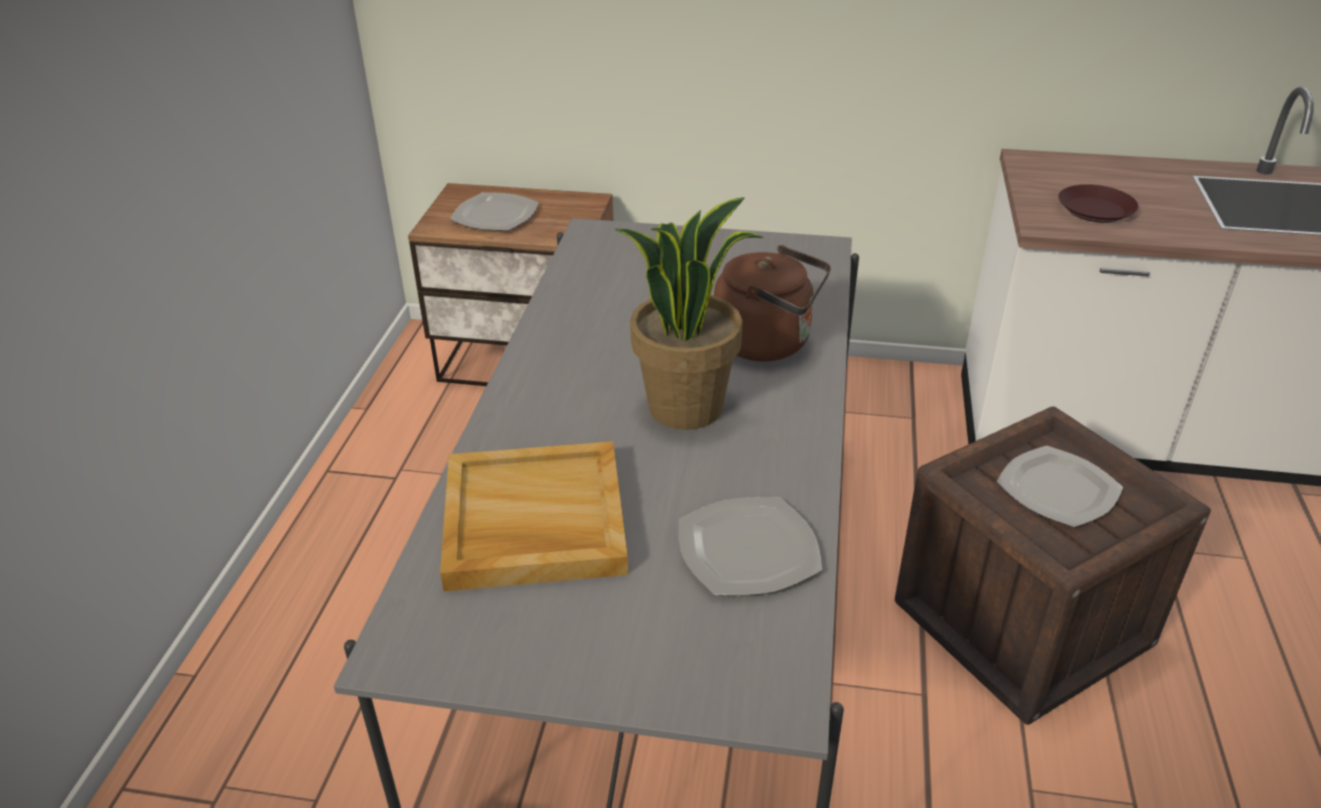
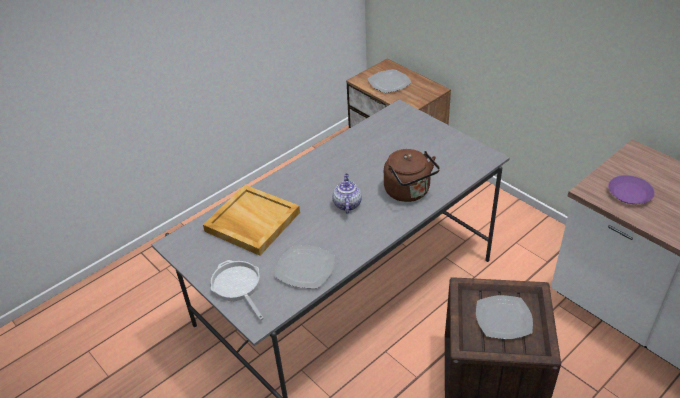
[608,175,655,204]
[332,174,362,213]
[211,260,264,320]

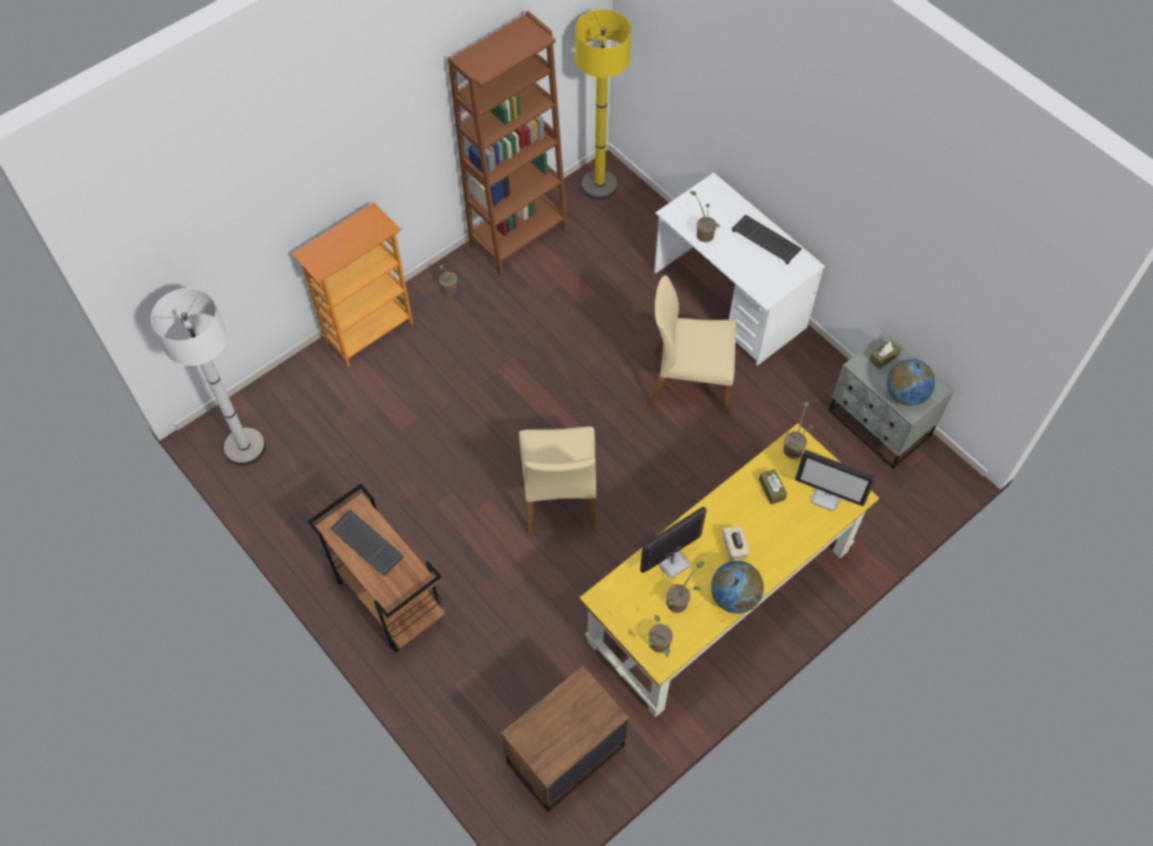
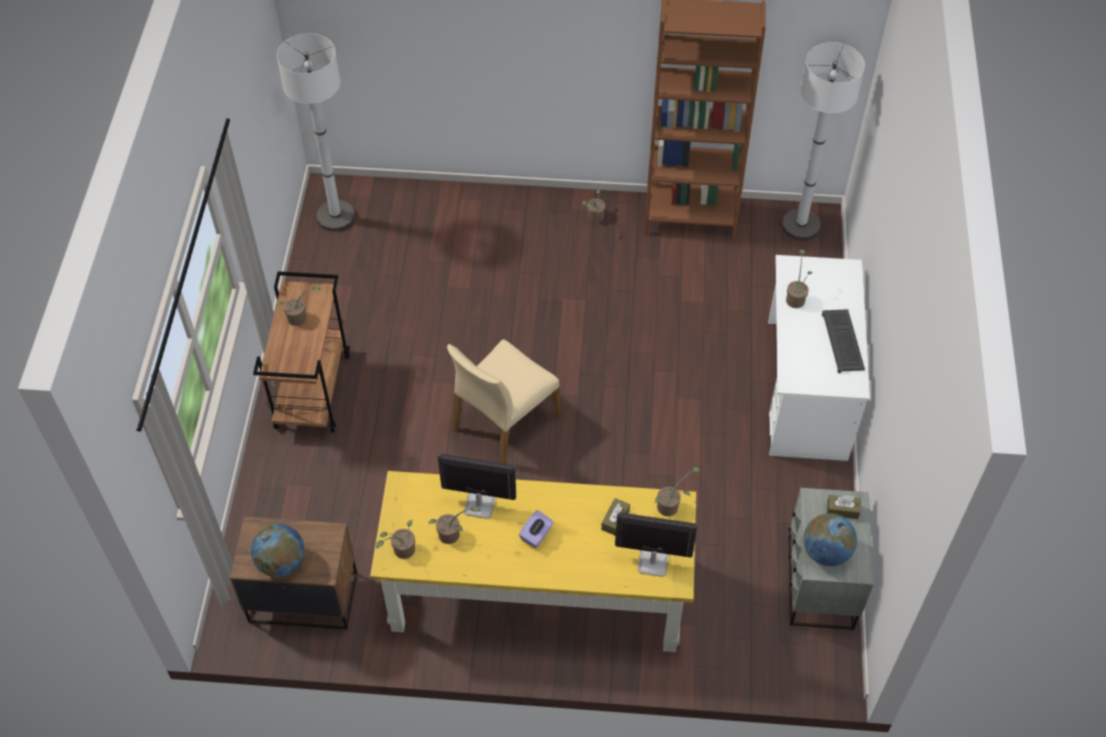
[782,42,865,241]
[292,202,413,368] (first image)
[650,275,736,414] (first image)
[615,512,697,577]
[276,286,321,326]
[519,510,554,548]
[251,524,305,577]

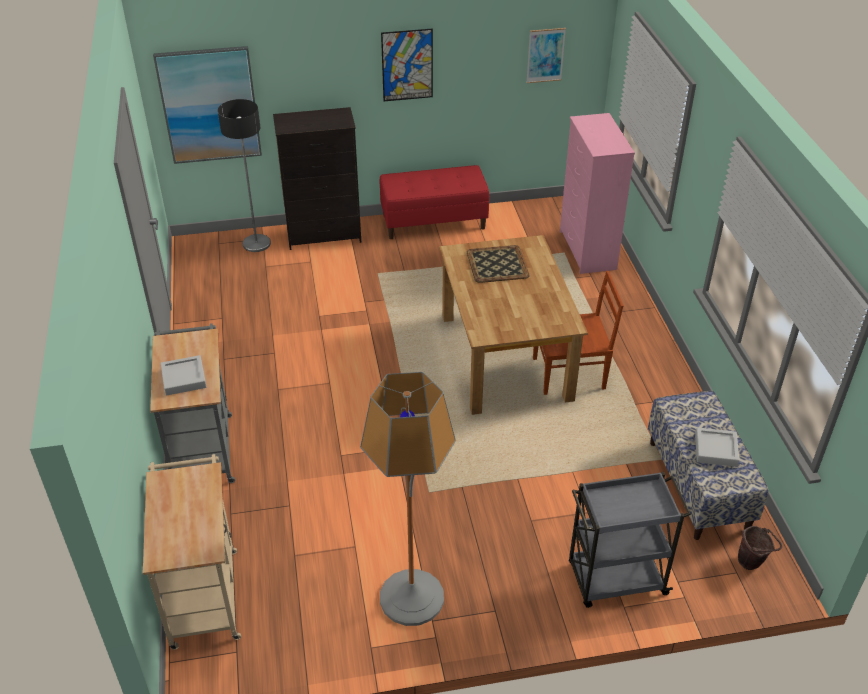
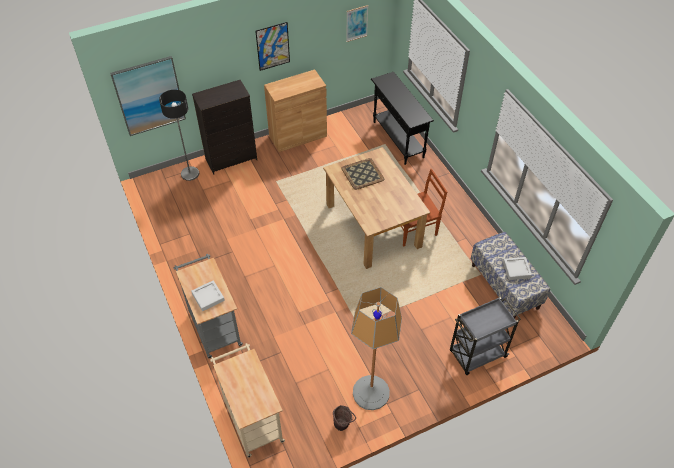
[371,72,434,165]
[264,69,327,152]
[333,405,356,431]

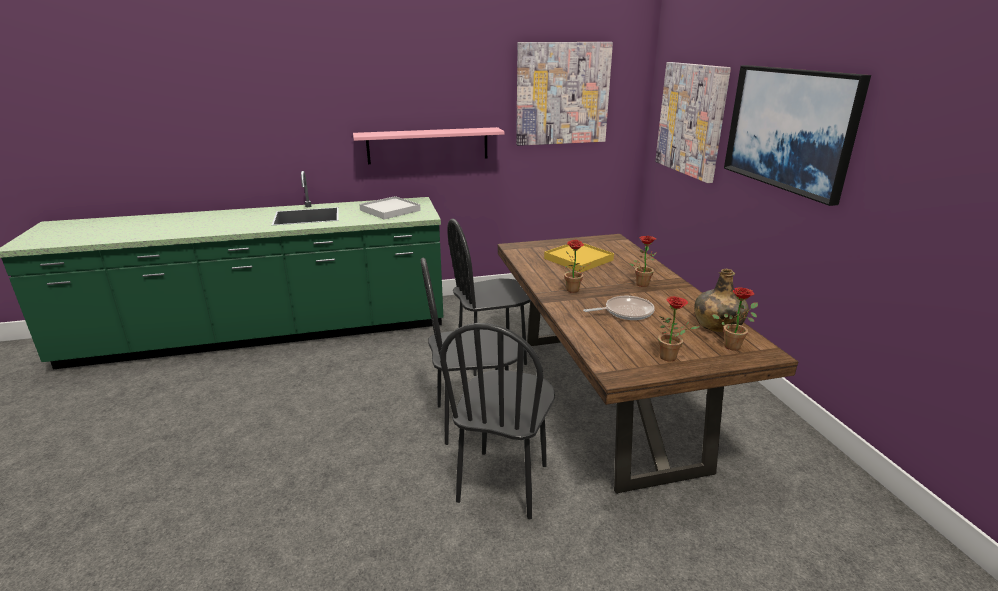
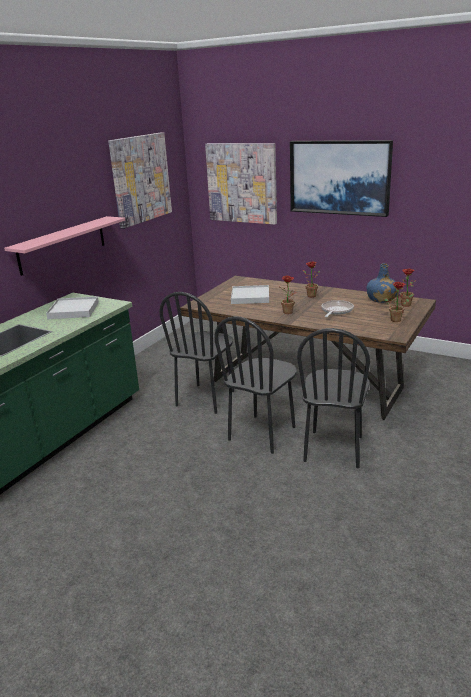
[231,285,269,304]
[367,263,397,303]
[297,328,370,468]

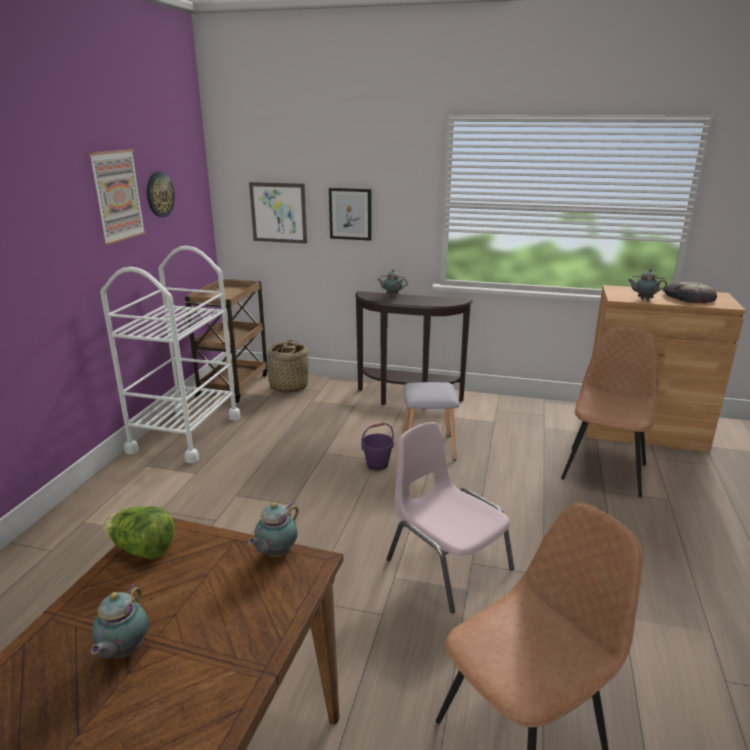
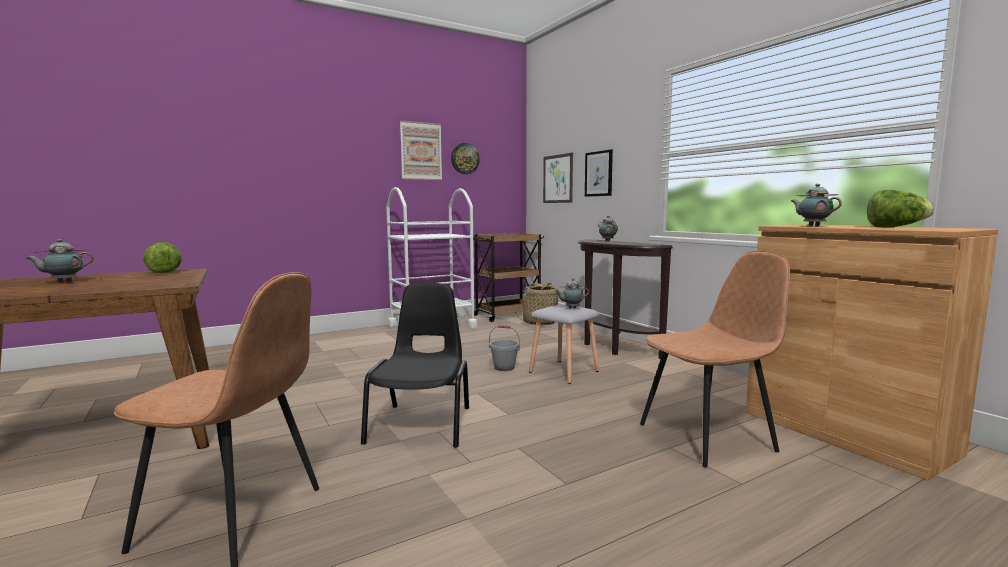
[867,190,934,228]
[361,283,469,448]
[489,325,520,371]
[555,278,589,309]

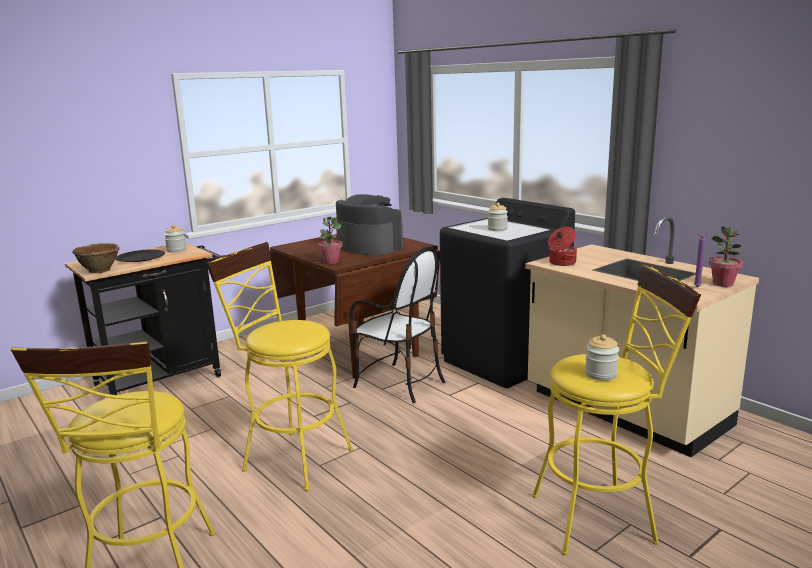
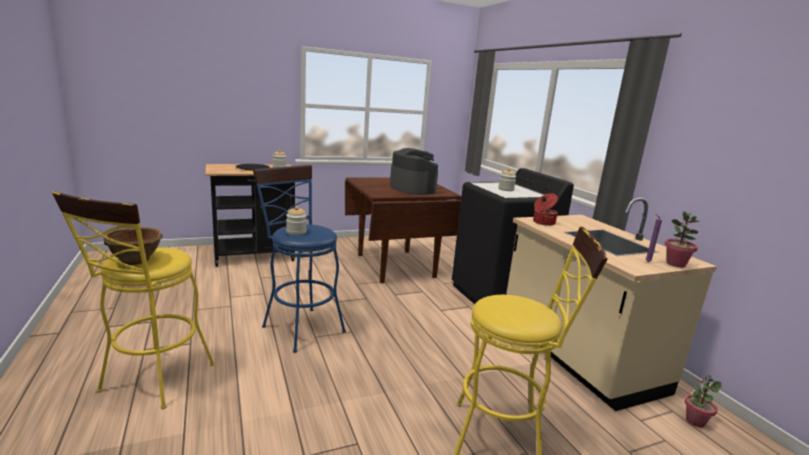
[685,375,722,428]
[253,165,346,353]
[103,227,163,265]
[349,247,445,403] (first image)
[286,206,307,235]

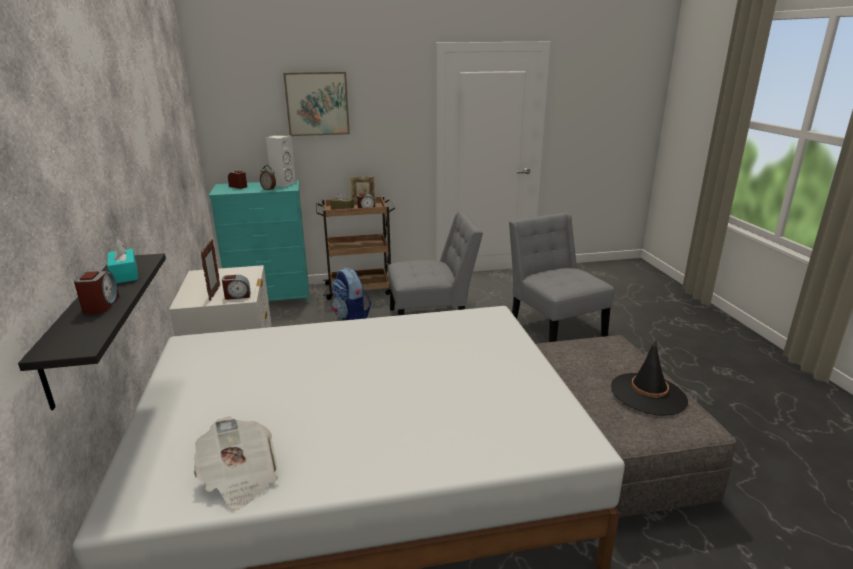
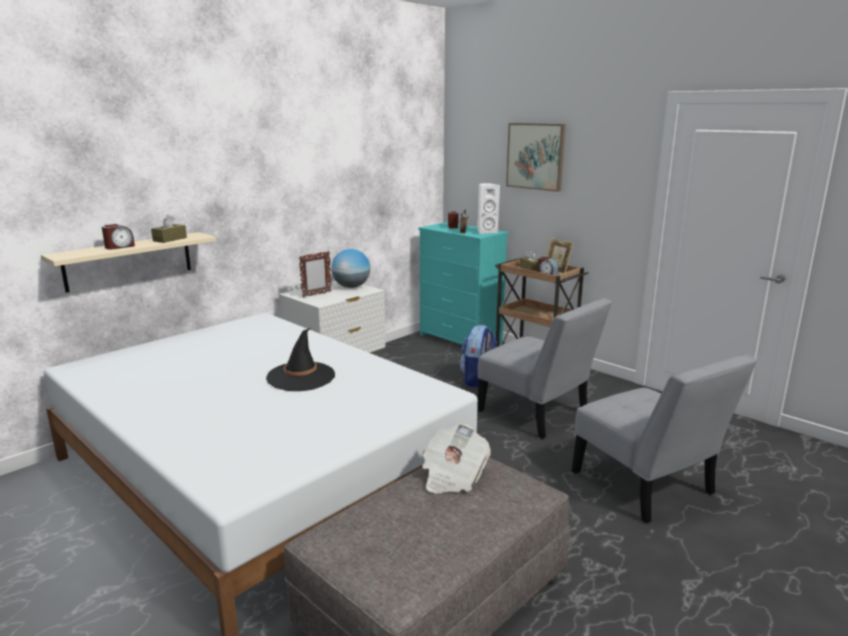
[572,354,757,523]
[151,215,187,243]
[41,232,216,293]
[222,275,251,300] (first image)
[266,328,335,391]
[422,424,491,493]
[331,249,370,288]

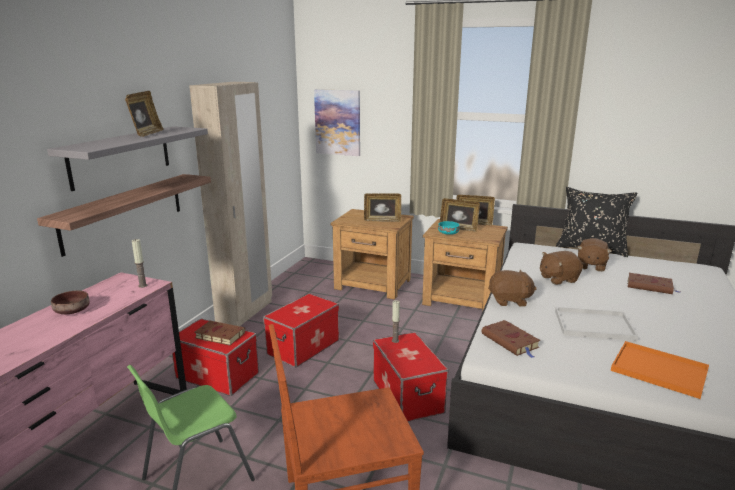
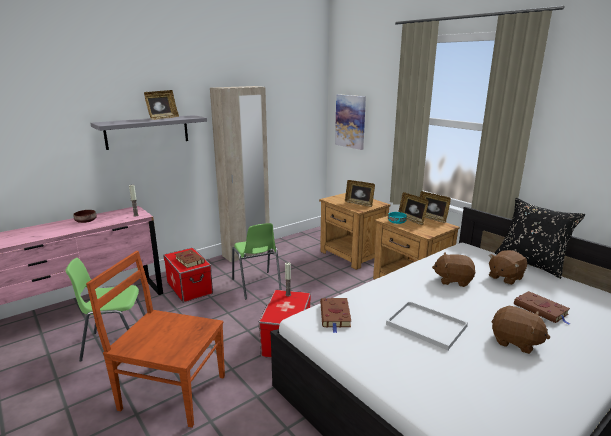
[37,174,211,257] (first image)
[491,306,550,354]
[232,223,282,300]
[611,341,709,399] (first image)

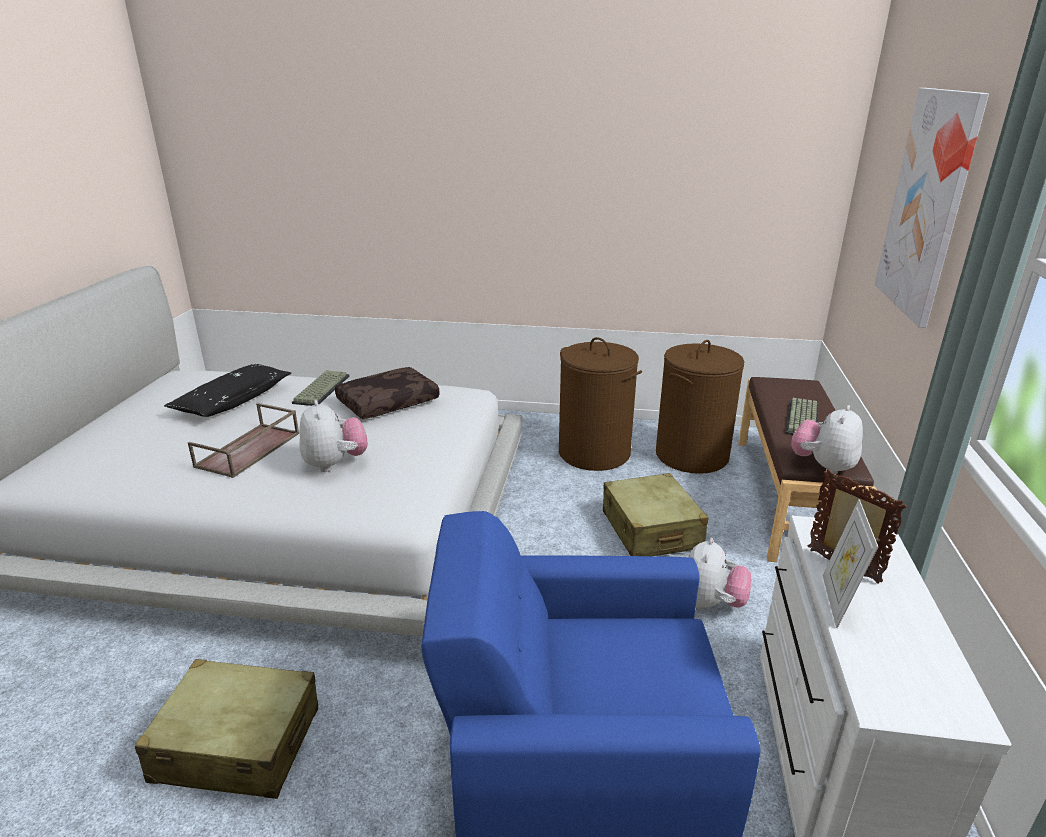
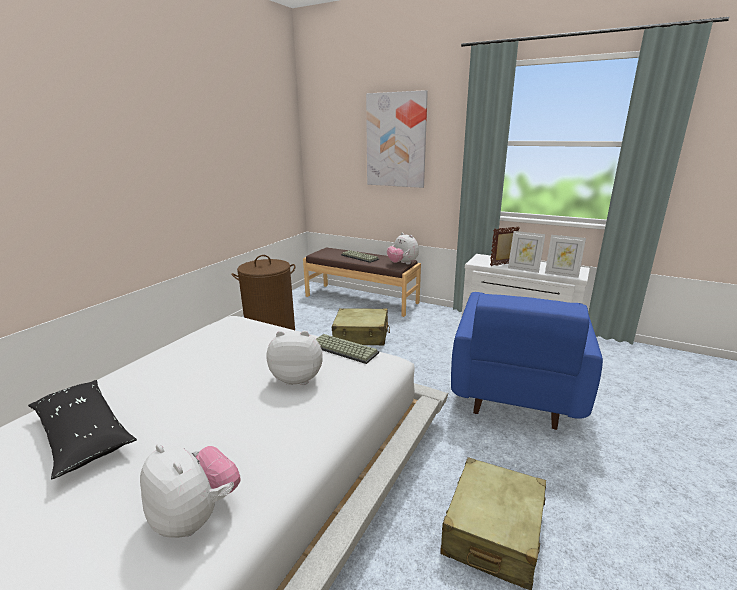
[656,340,744,474] (first image)
[335,367,440,419] (first image)
[316,334,379,364]
[188,403,299,478] (first image)
[140,444,240,538]
[545,235,586,278]

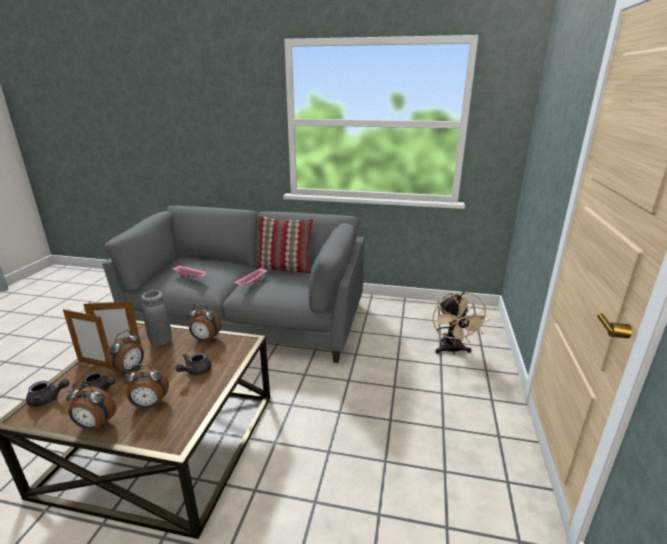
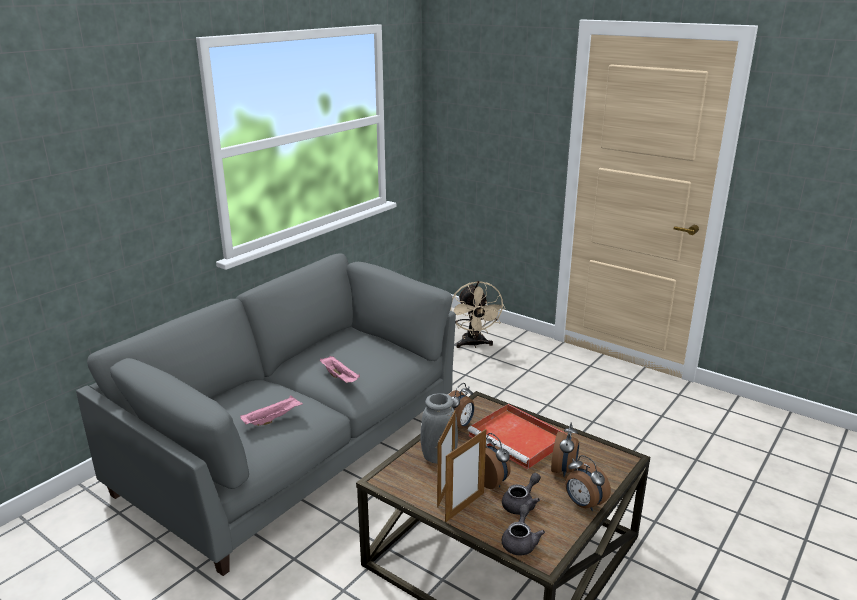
[256,216,313,274] (first image)
[450,281,506,348]
[467,404,567,470]
[565,455,611,511]

